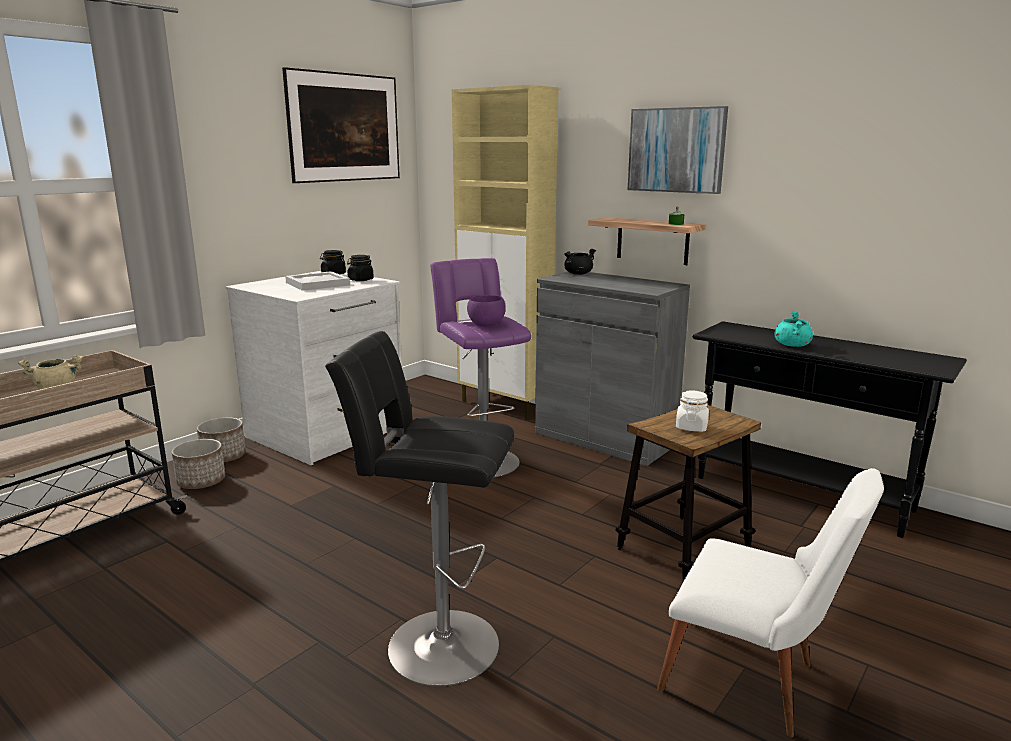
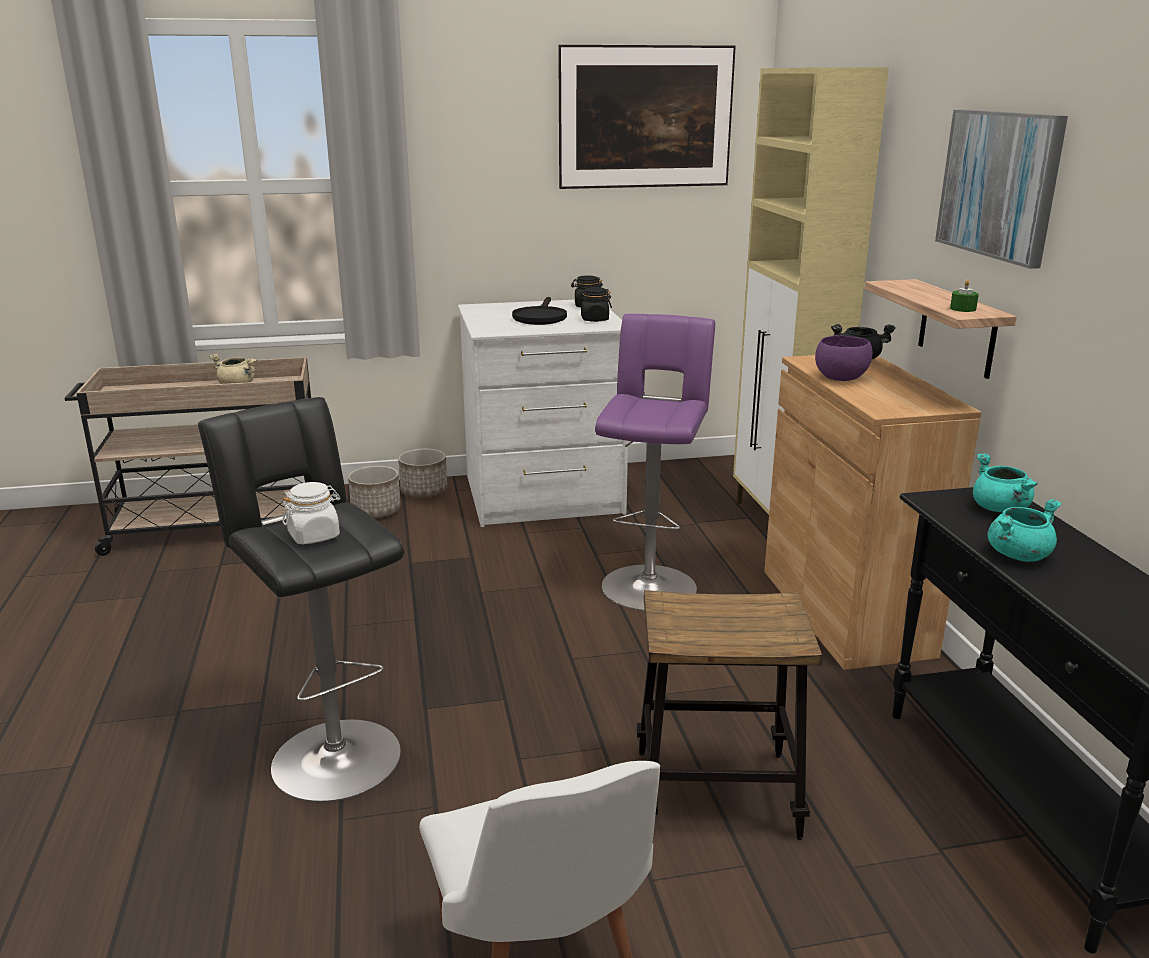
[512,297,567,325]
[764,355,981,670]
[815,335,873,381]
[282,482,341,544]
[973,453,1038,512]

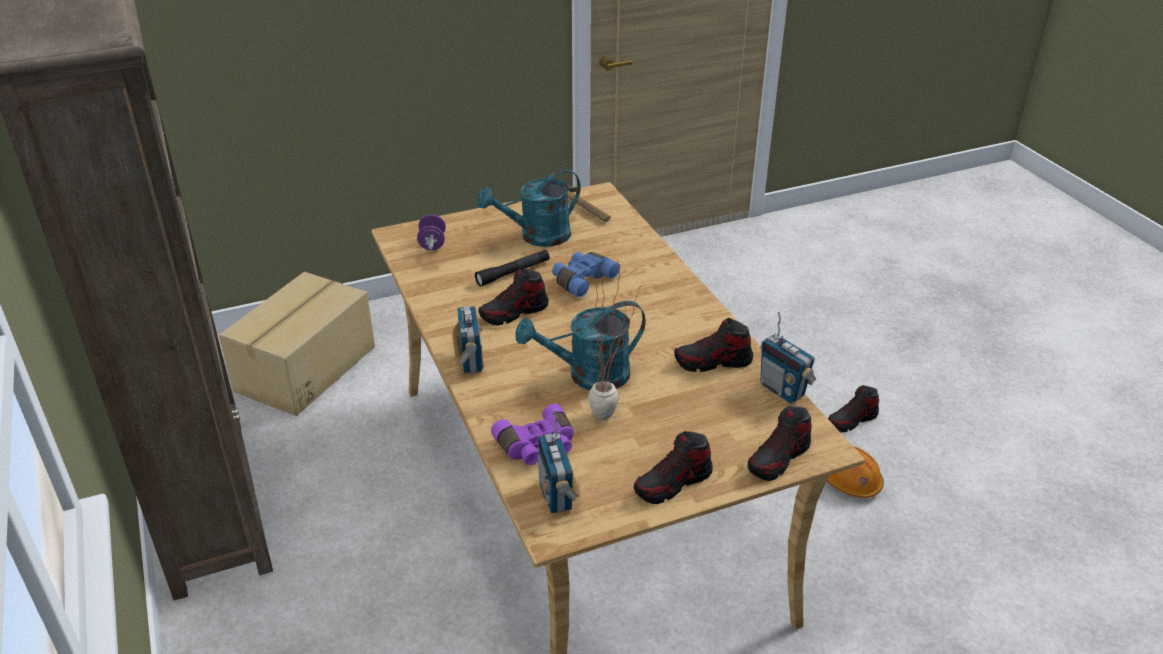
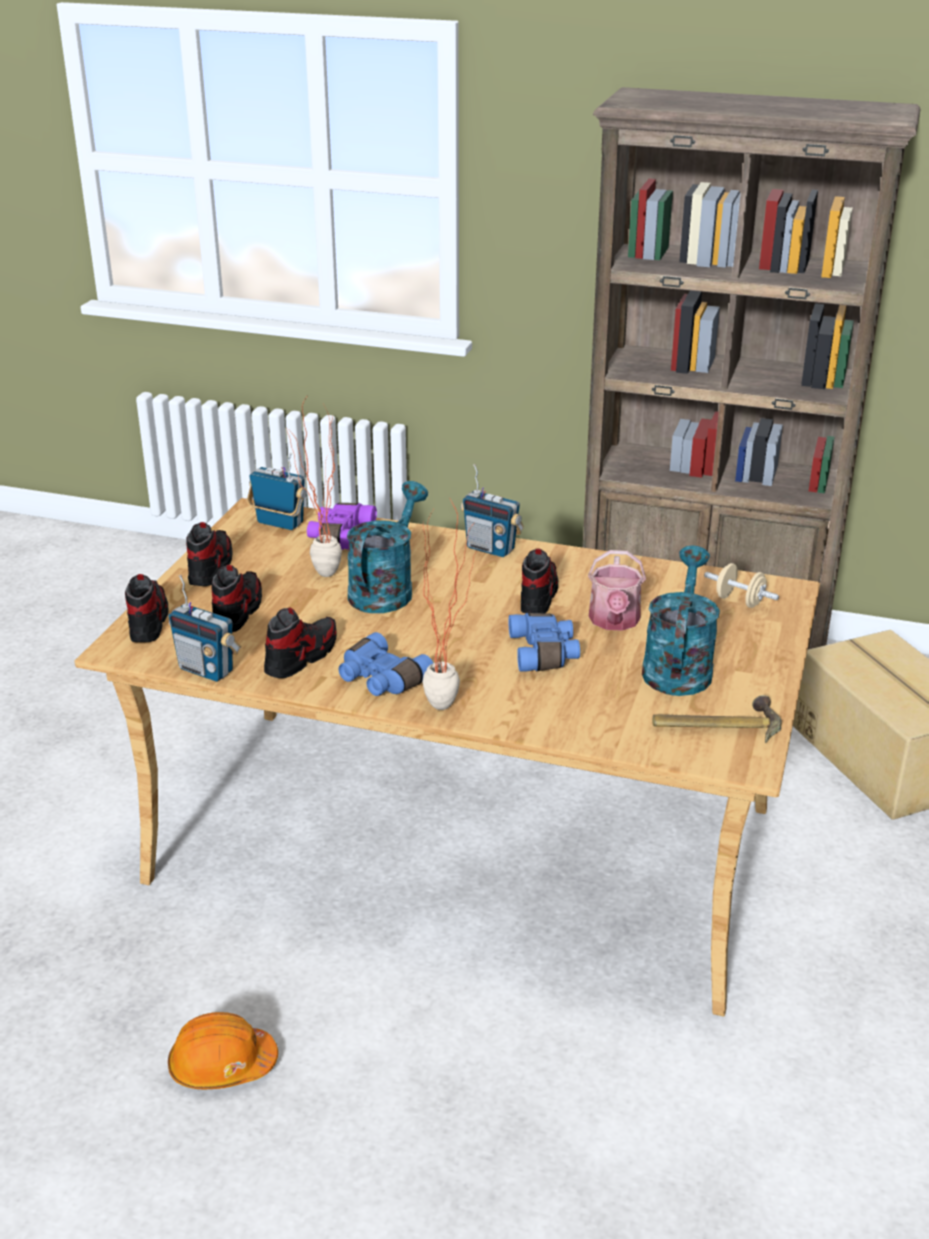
[704,563,779,608]
[588,550,646,631]
[168,575,241,682]
[211,565,262,632]
[422,499,477,710]
[339,632,433,696]

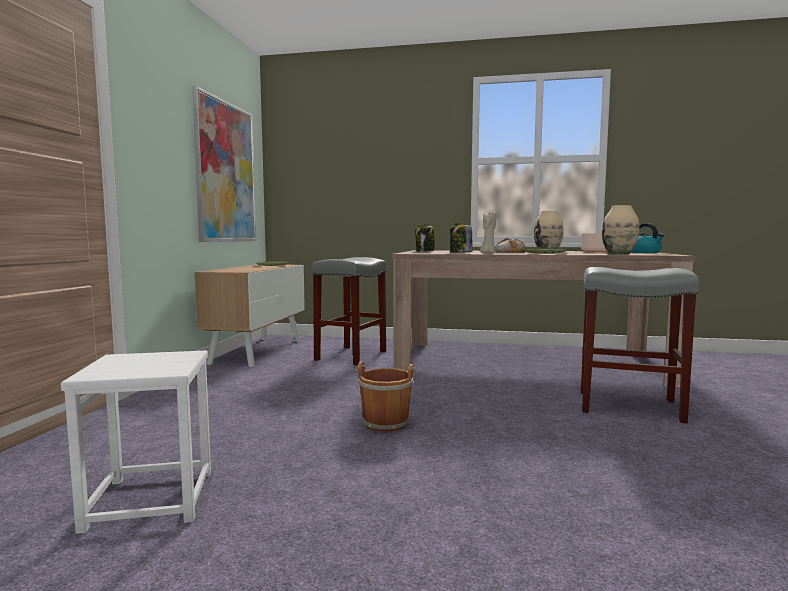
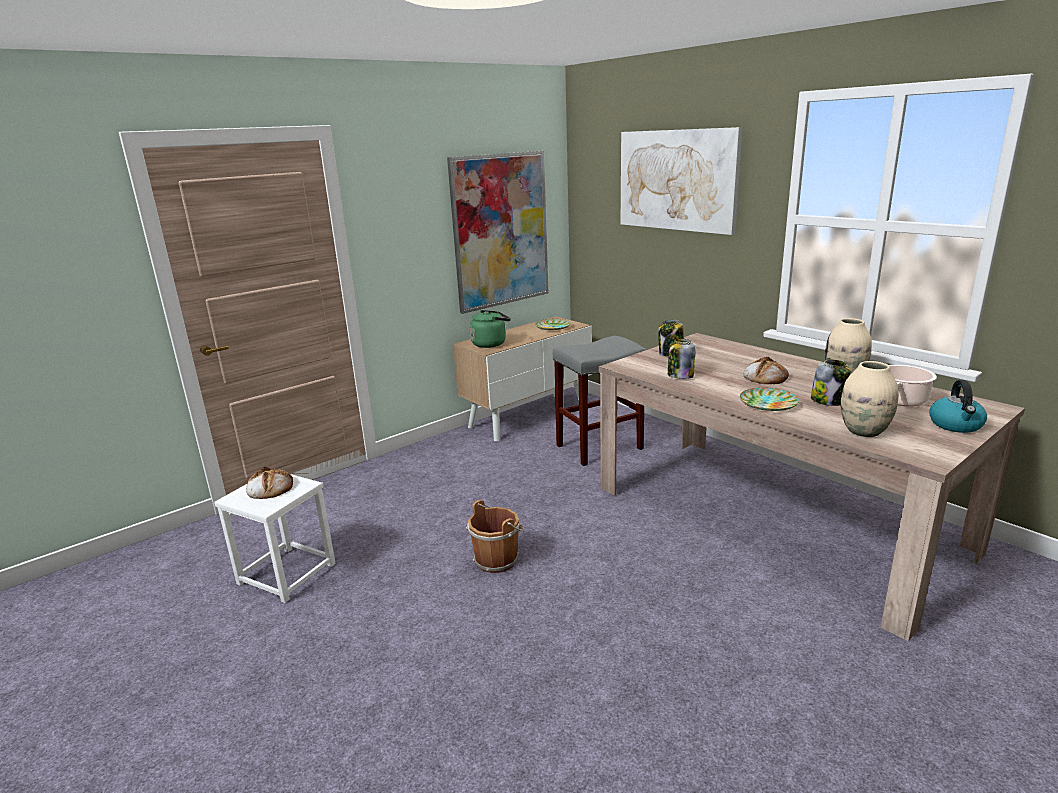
[480,211,496,254] (first image)
[581,267,700,423] (first image)
[621,127,743,235]
[470,310,511,348]
[811,359,851,406]
[246,466,293,499]

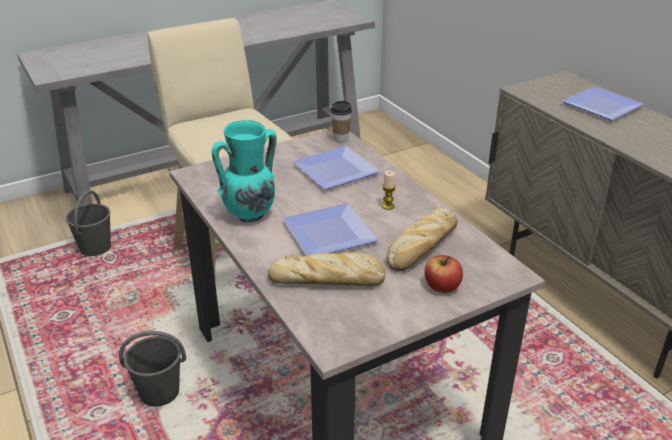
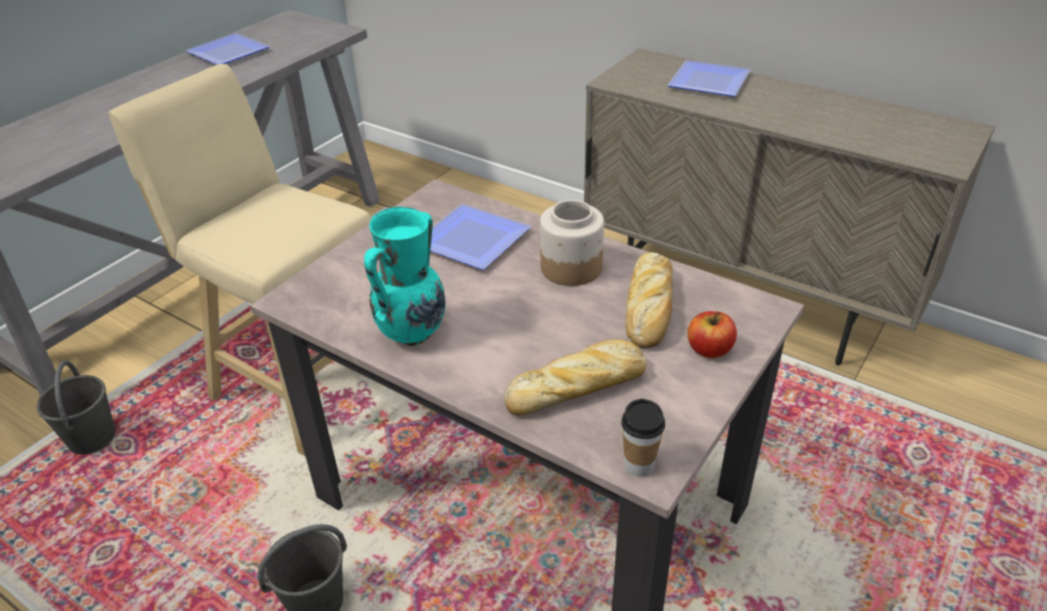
[621,399,665,477]
[540,200,604,286]
[185,33,270,65]

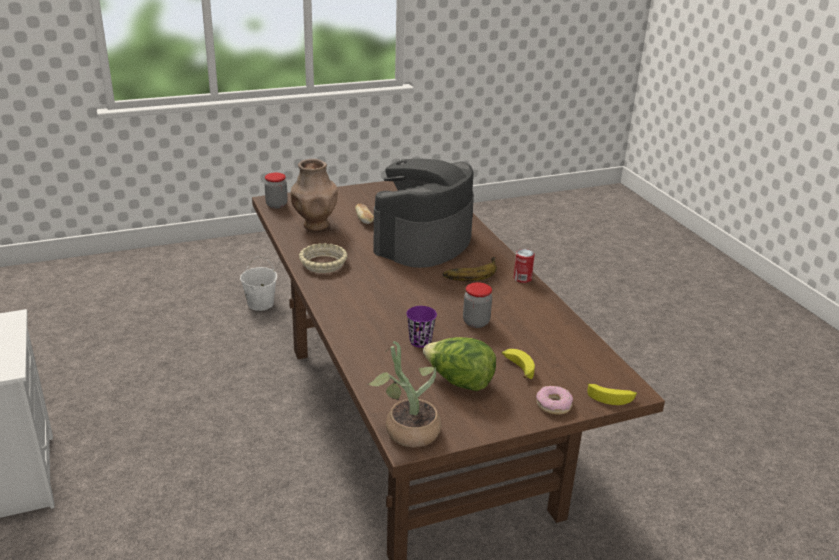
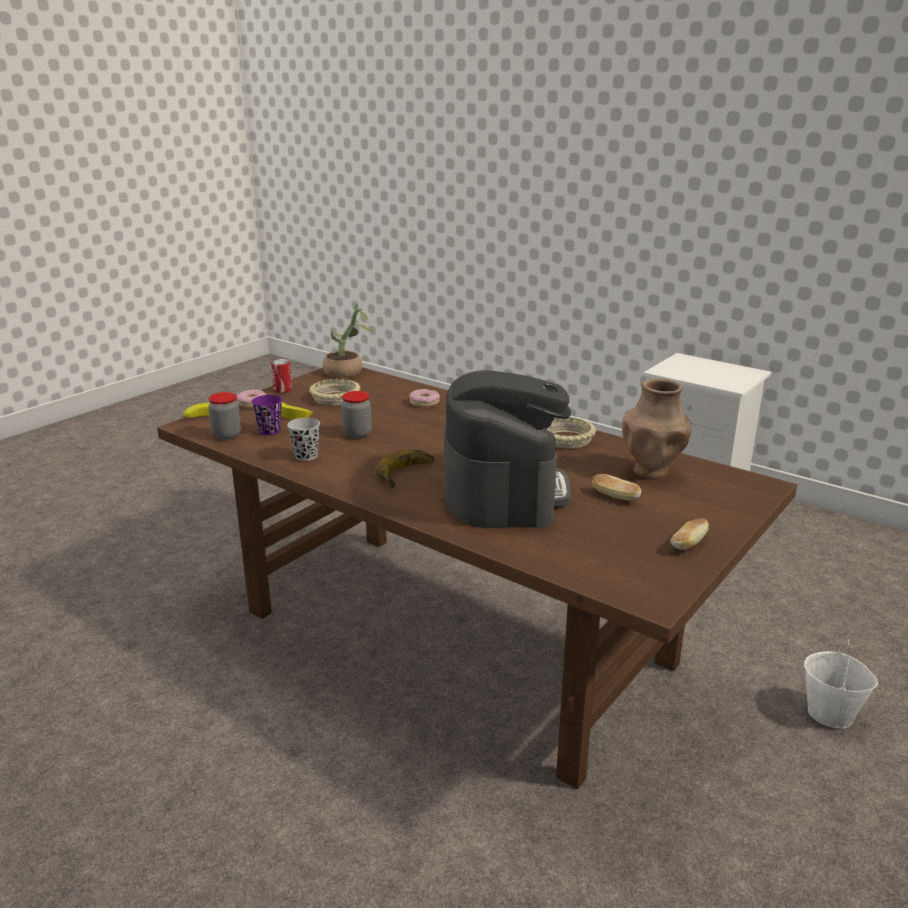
[208,392,241,440]
[271,359,292,393]
[251,395,282,435]
[309,379,360,405]
[409,389,440,407]
[287,418,320,461]
[670,518,709,550]

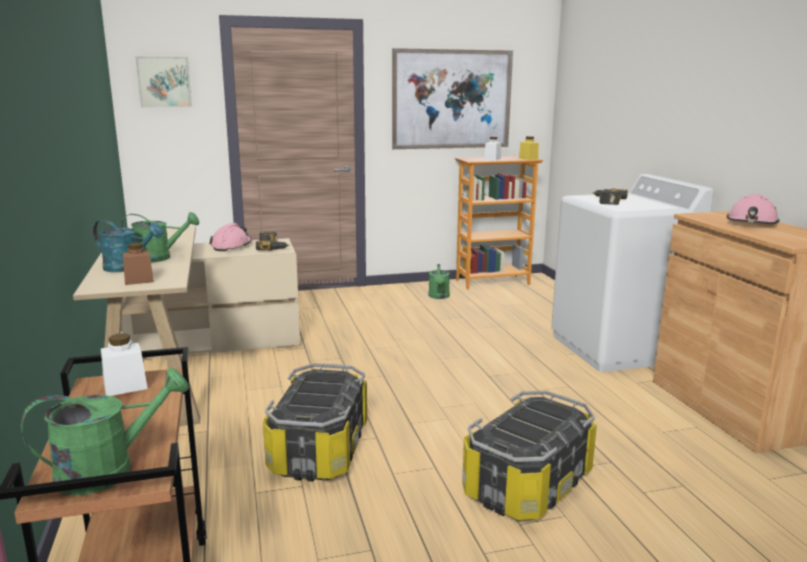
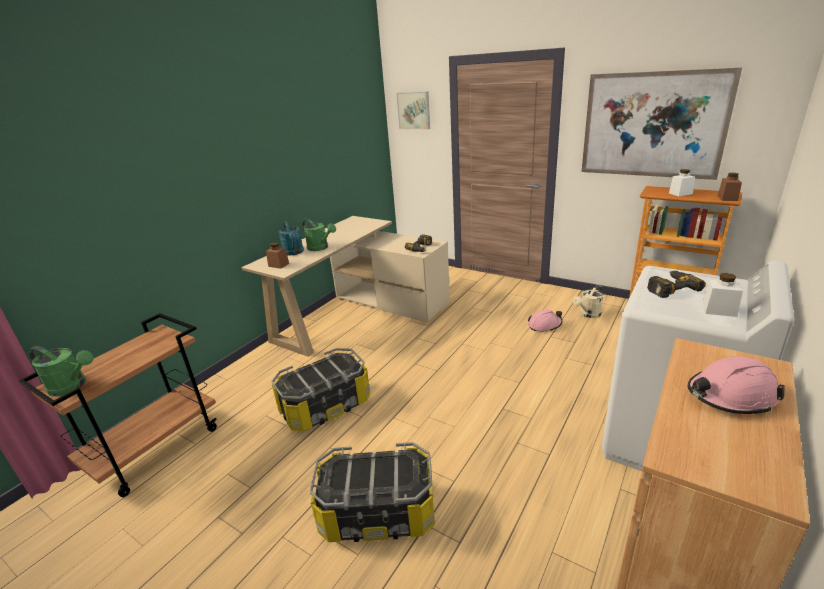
[718,173,742,201]
[528,309,562,331]
[573,285,603,318]
[702,273,743,317]

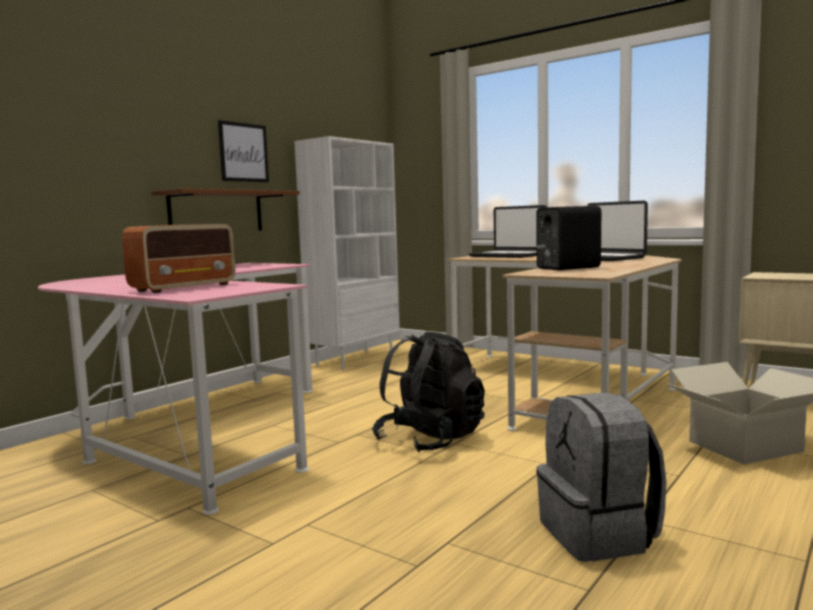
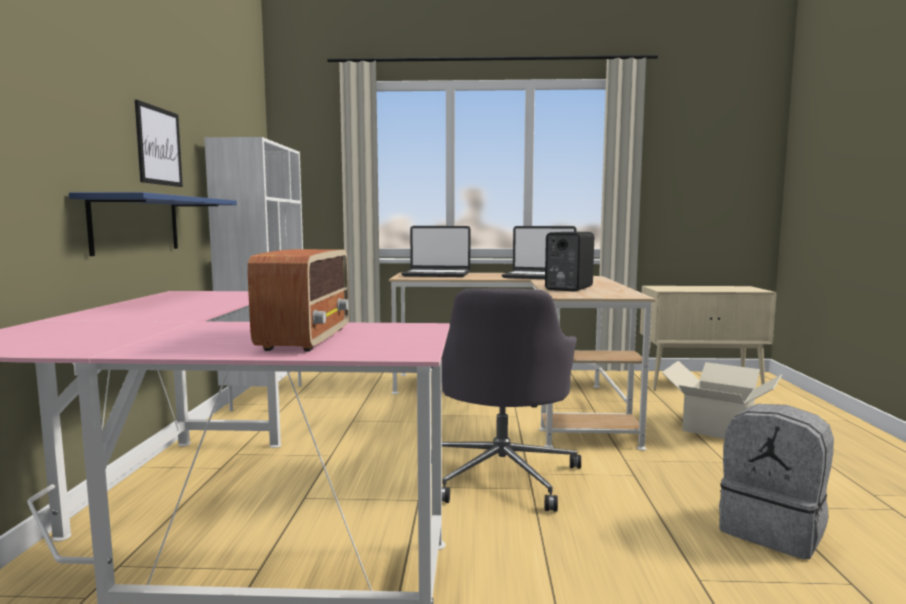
[69,192,237,256]
[431,288,581,512]

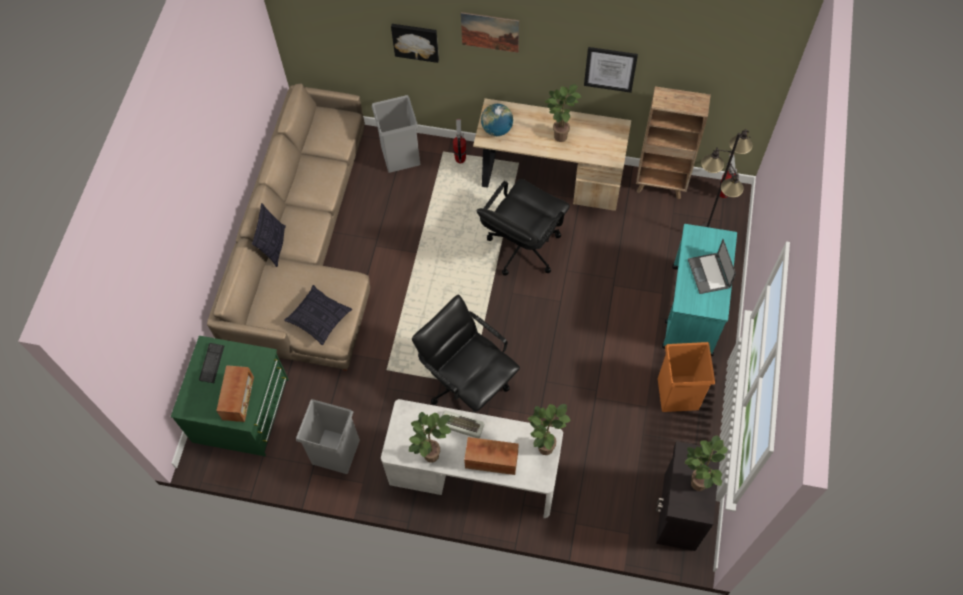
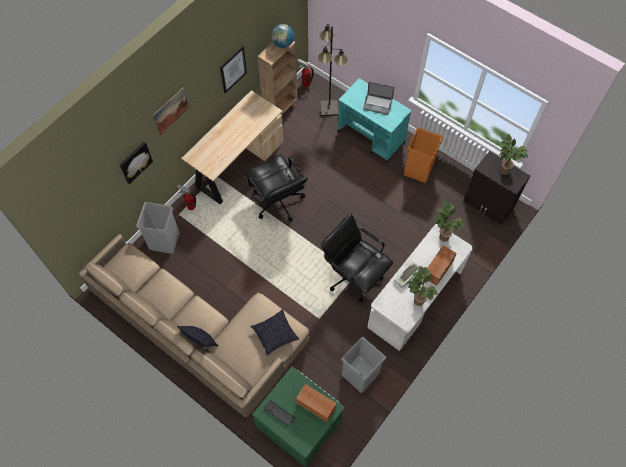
[545,84,581,142] (first image)
[271,24,294,48]
[321,213,393,303]

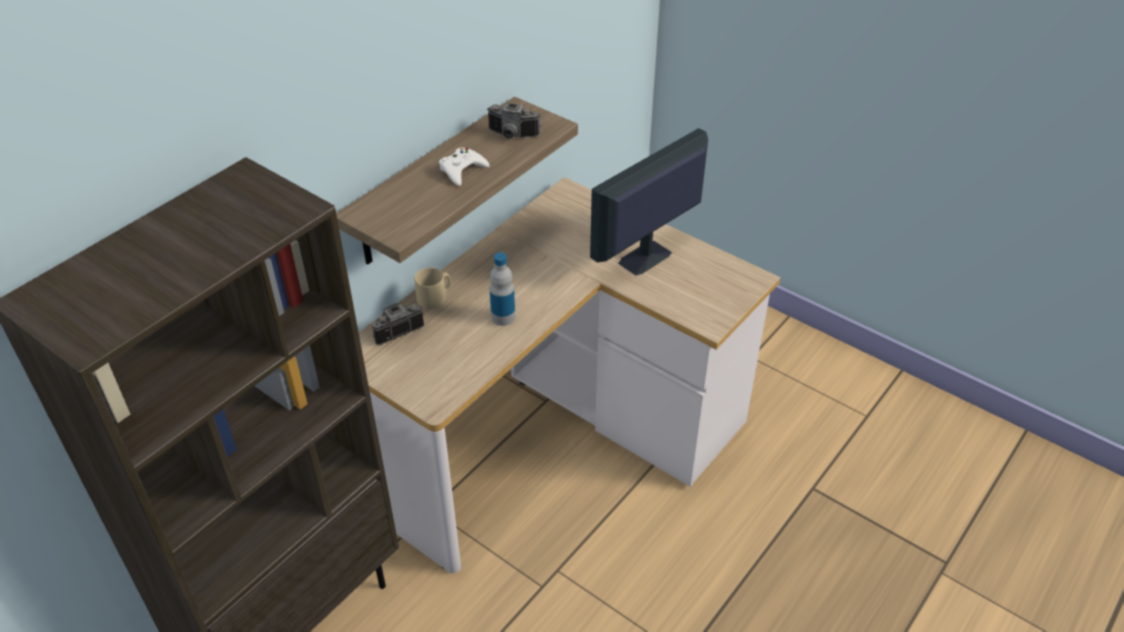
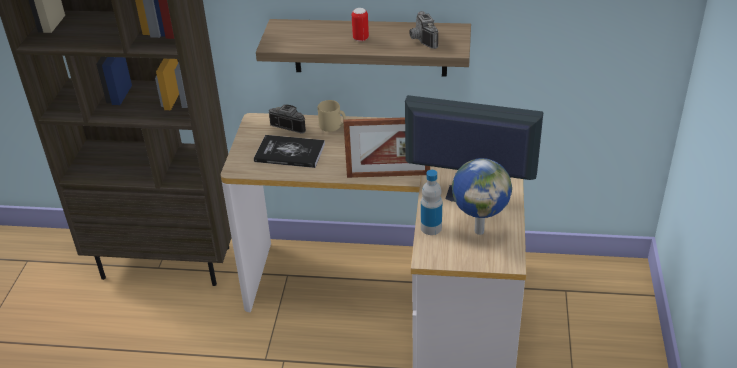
[352,8,369,42]
[421,170,442,235]
[343,117,430,178]
[254,135,325,168]
[452,158,512,235]

